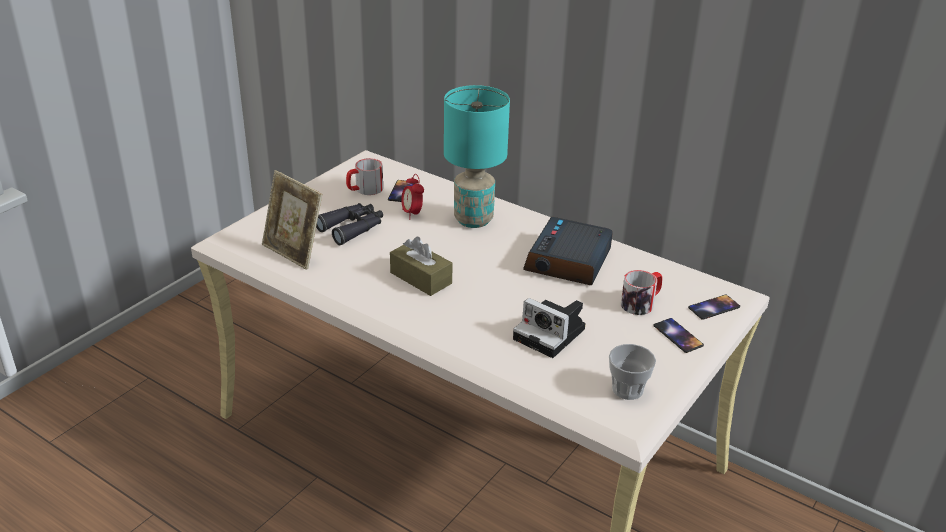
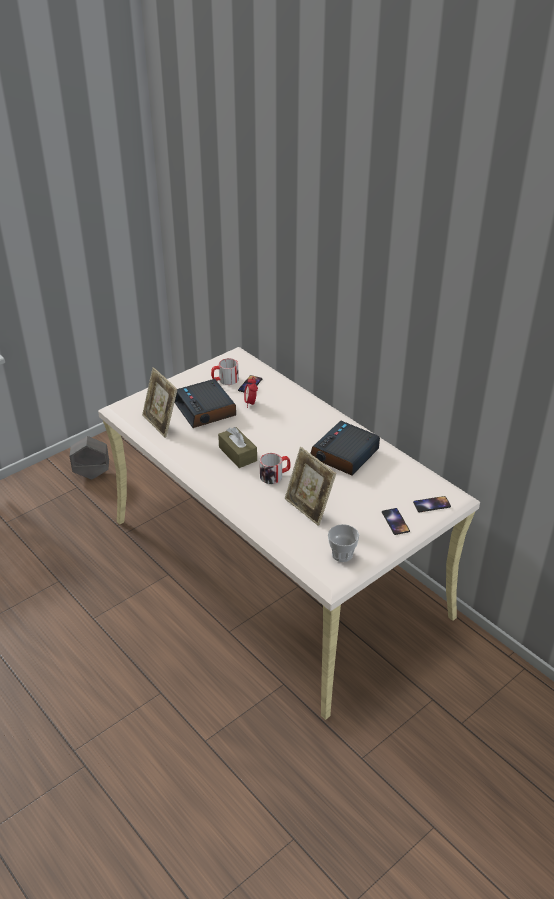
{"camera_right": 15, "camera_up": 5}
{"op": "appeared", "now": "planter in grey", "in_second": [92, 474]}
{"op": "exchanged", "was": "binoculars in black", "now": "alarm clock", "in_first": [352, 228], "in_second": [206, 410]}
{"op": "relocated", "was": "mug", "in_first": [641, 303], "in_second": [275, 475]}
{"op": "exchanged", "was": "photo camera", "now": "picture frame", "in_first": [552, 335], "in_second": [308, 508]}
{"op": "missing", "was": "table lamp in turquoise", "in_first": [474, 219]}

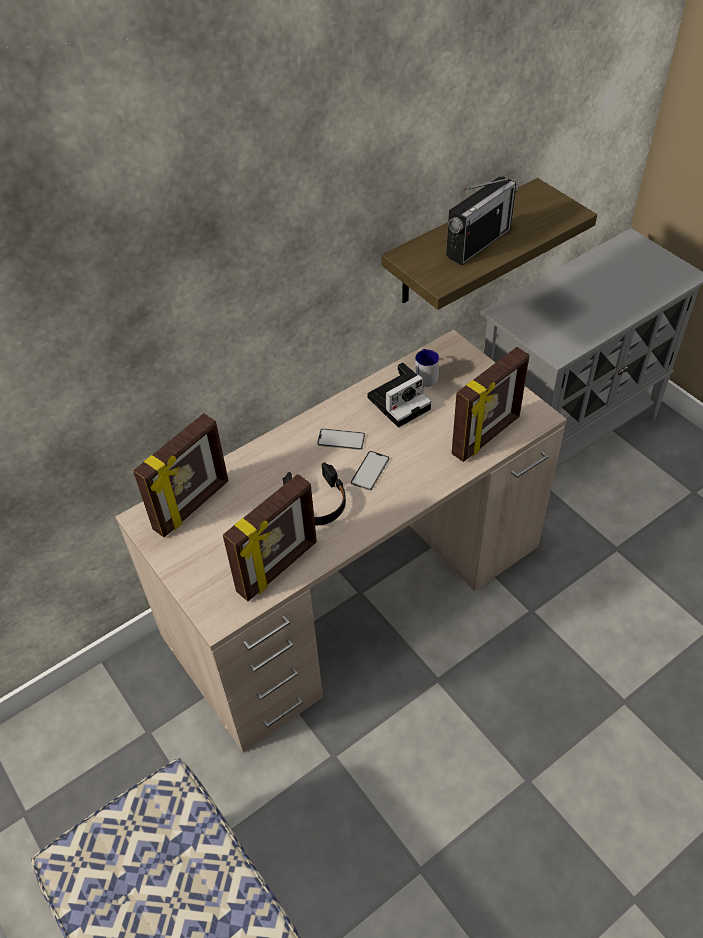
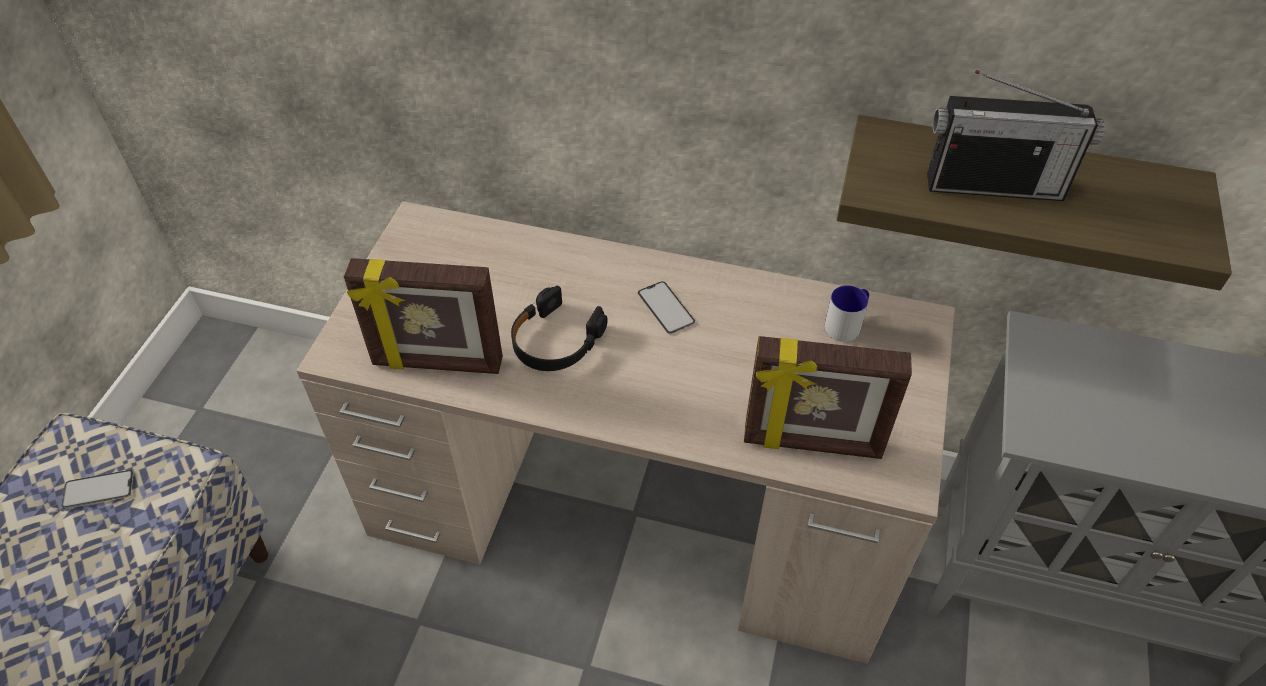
{"camera_right": 50, "camera_up": 0}
{"op": "relocated", "was": "phone", "in_first": [370, 471], "in_second": [98, 489]}
{"op": "missing", "was": "picture frame", "in_first": [192, 506]}
{"op": "missing", "was": "photo camera", "in_first": [400, 402]}

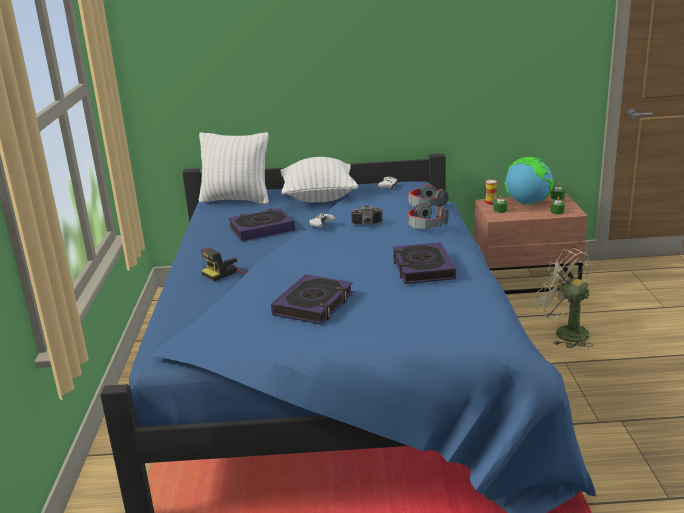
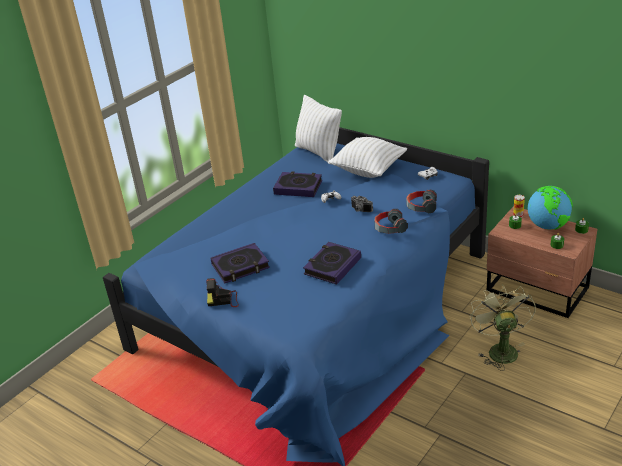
{"camera_right": 40, "camera_up": 10}
{"op": "relocated", "was": "photo camera", "in_first": [224, 272], "in_second": [224, 300]}

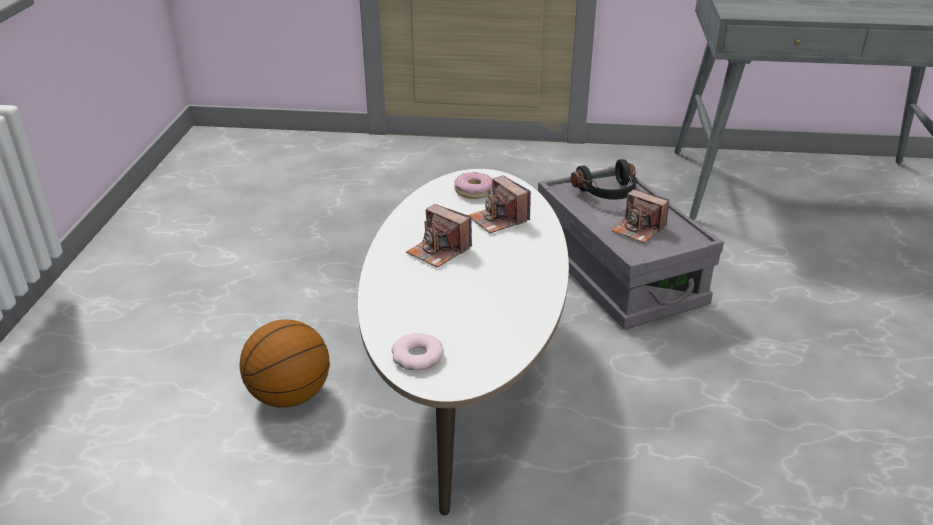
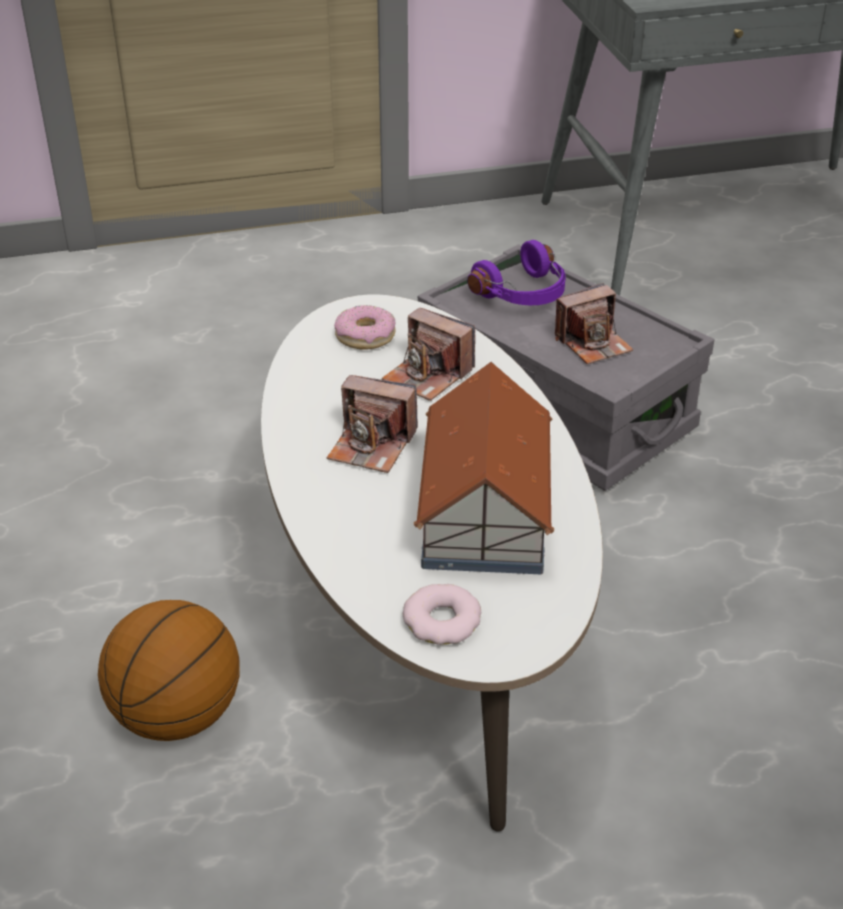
{"camera_right": -20, "camera_up": 5}
{"op": "appeared", "now": "toy house", "in_second": [486, 509]}
{"op": "colour", "was": "headphones in black", "now": "headphones in purple", "in_first": [608, 193], "in_second": [524, 294]}
{"op": "spun", "was": "photo camera", "in_first": [638, 229], "in_second": [593, 343], "clockwise": -45}

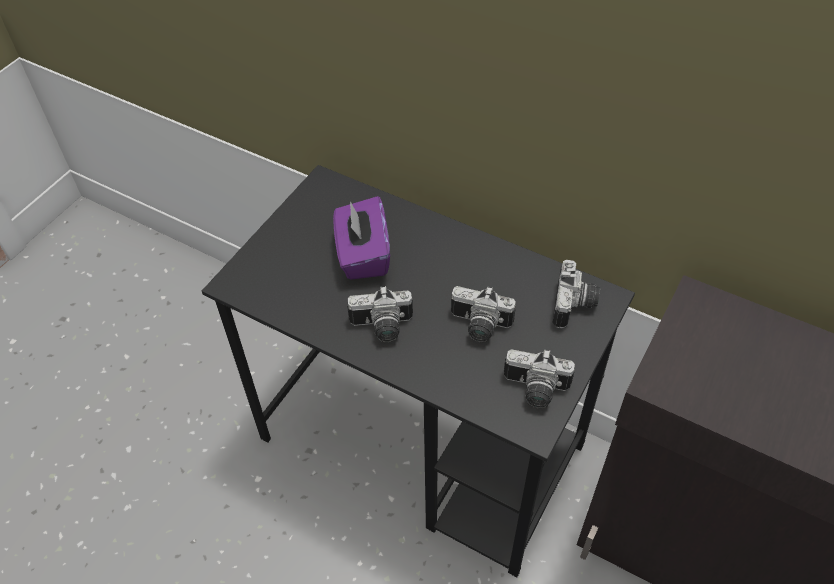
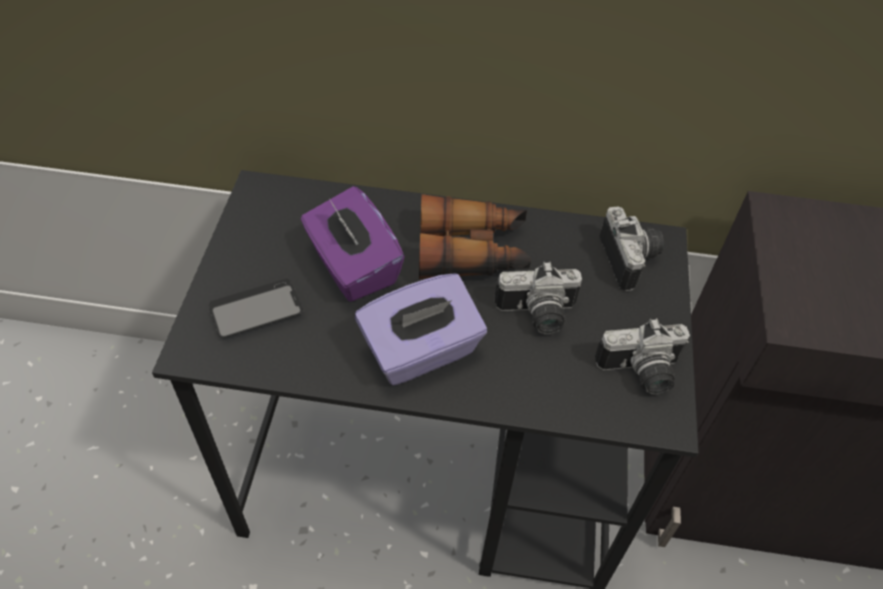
{"camera_right": -25, "camera_up": 0}
{"op": "appeared", "now": "phone", "in_second": [256, 310]}
{"op": "exchanged", "was": "photo camera", "now": "tissue box in purple", "in_first": [382, 328], "in_second": [421, 352]}
{"op": "appeared", "now": "binoculars", "in_second": [472, 251]}

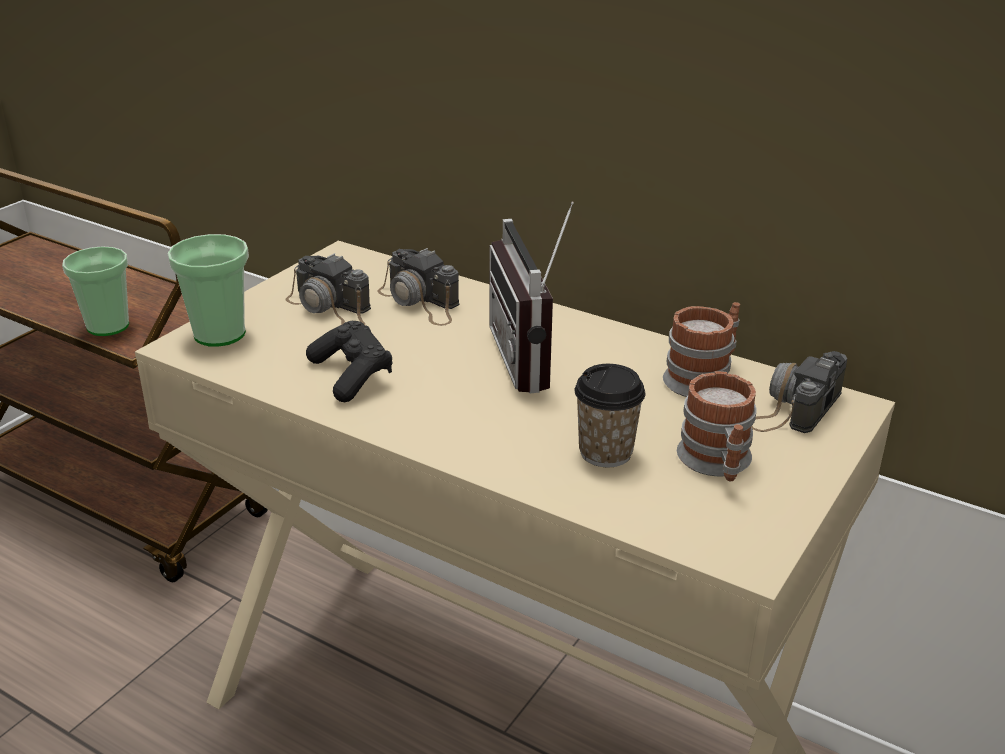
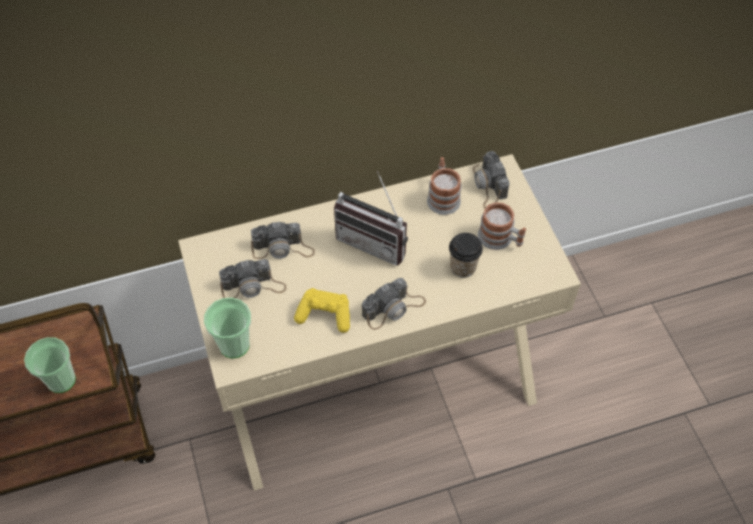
{"camera_right": -50, "camera_up": 25}
{"op": "colour", "was": "game controller in black", "now": "game controller in yellow", "in_first": [351, 375], "in_second": [325, 315]}
{"op": "appeared", "now": "photo camera", "in_second": [393, 308]}

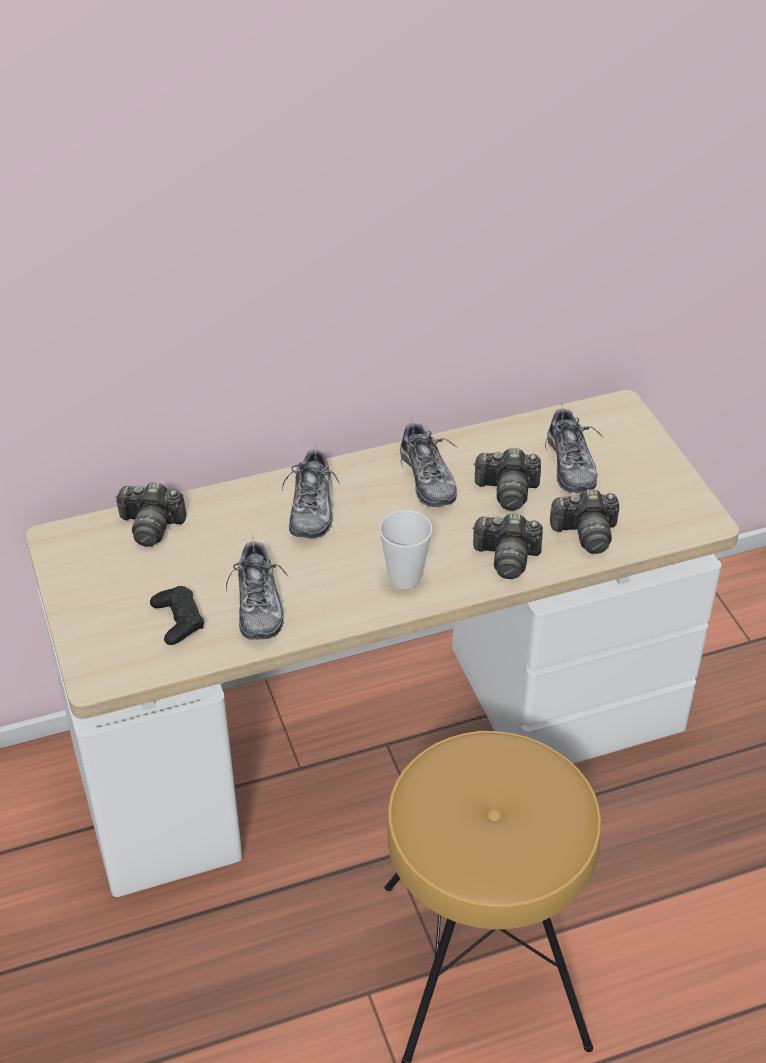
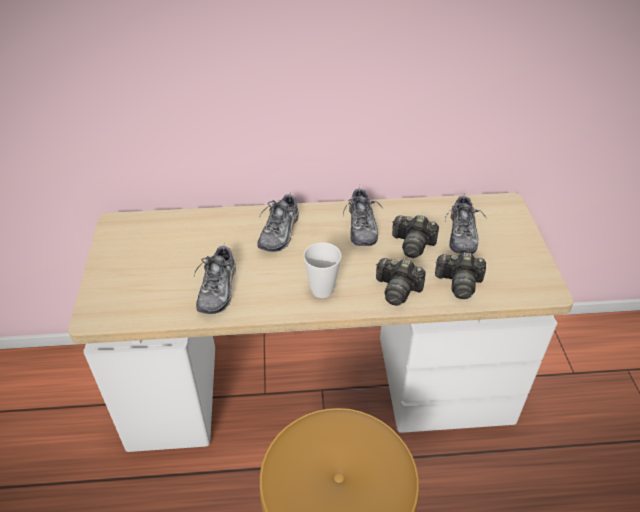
{"camera_right": 15, "camera_up": 0}
{"op": "missing", "was": "photo camera", "in_first": [151, 526]}
{"op": "missing", "was": "game controller in black", "in_first": [178, 620]}

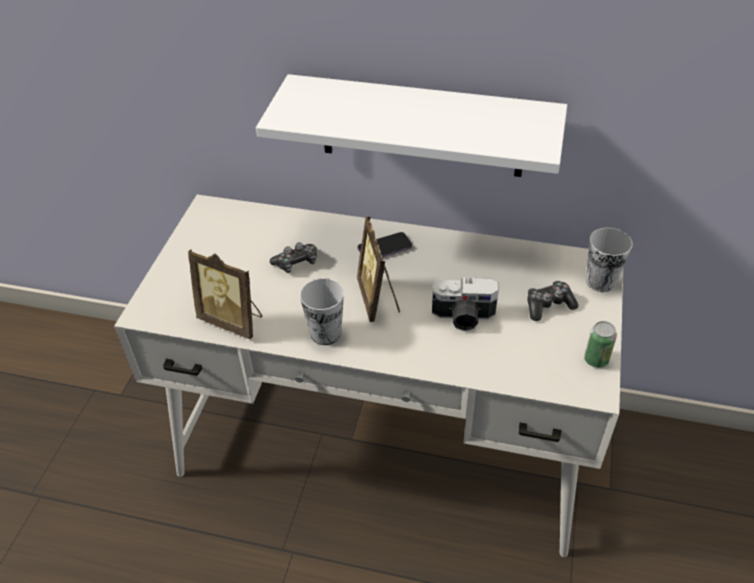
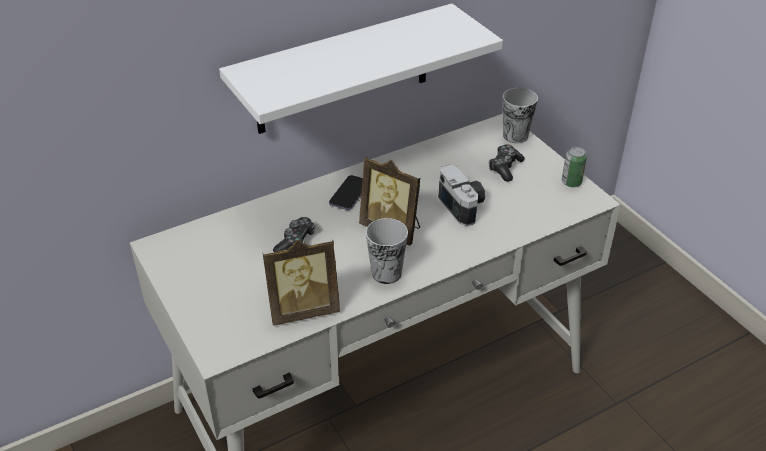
{"camera_right": -45, "camera_up": -5}
{"op": "spun", "was": "photo camera", "in_first": [463, 317], "in_second": [463, 206], "clockwise": -75}

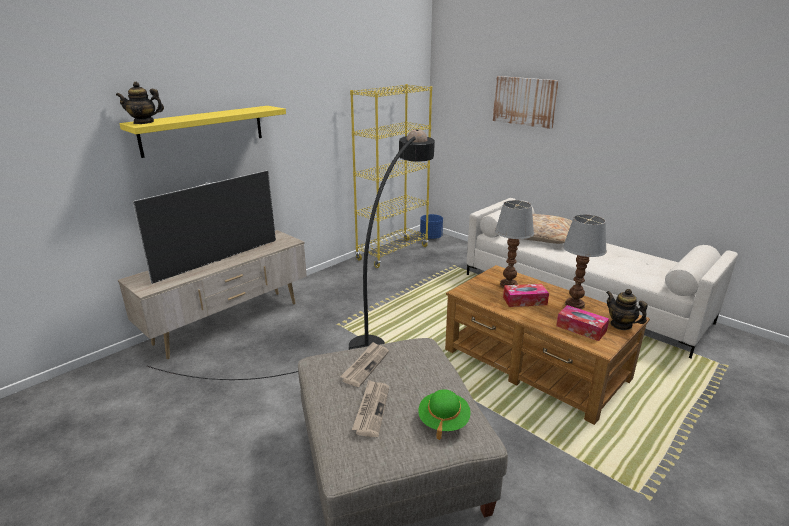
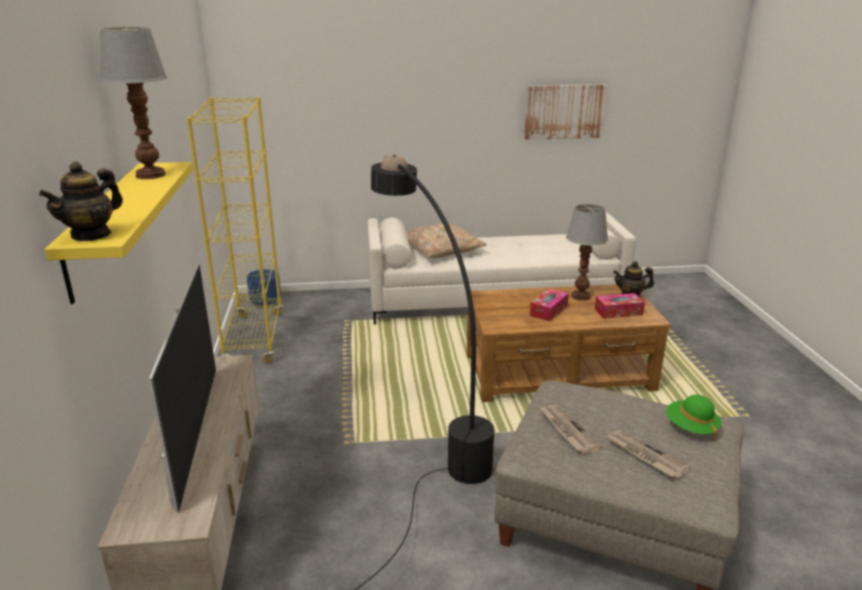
{"camera_right": -50, "camera_up": 0}
{"op": "relocated", "was": "table lamp", "in_first": [508, 284], "in_second": [150, 175]}
{"op": "relocated", "was": "picture", "in_first": [524, 101], "in_second": [564, 111]}

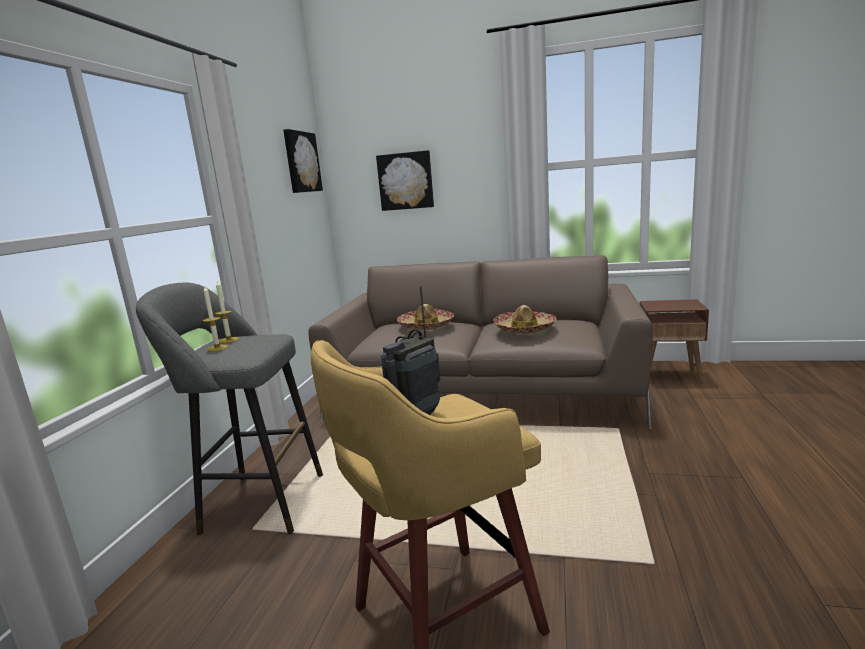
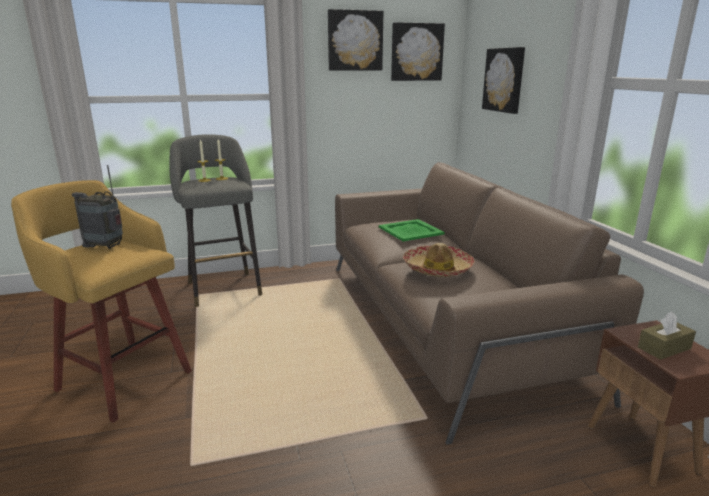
{"camera_right": 60, "camera_up": 5}
{"op": "appeared", "now": "picture", "in_second": [354, 41]}
{"op": "exchanged", "was": "hat", "now": "tray in green", "in_first": [426, 326], "in_second": [411, 230]}
{"op": "appeared", "now": "tissue box in brown", "in_second": [664, 348]}

